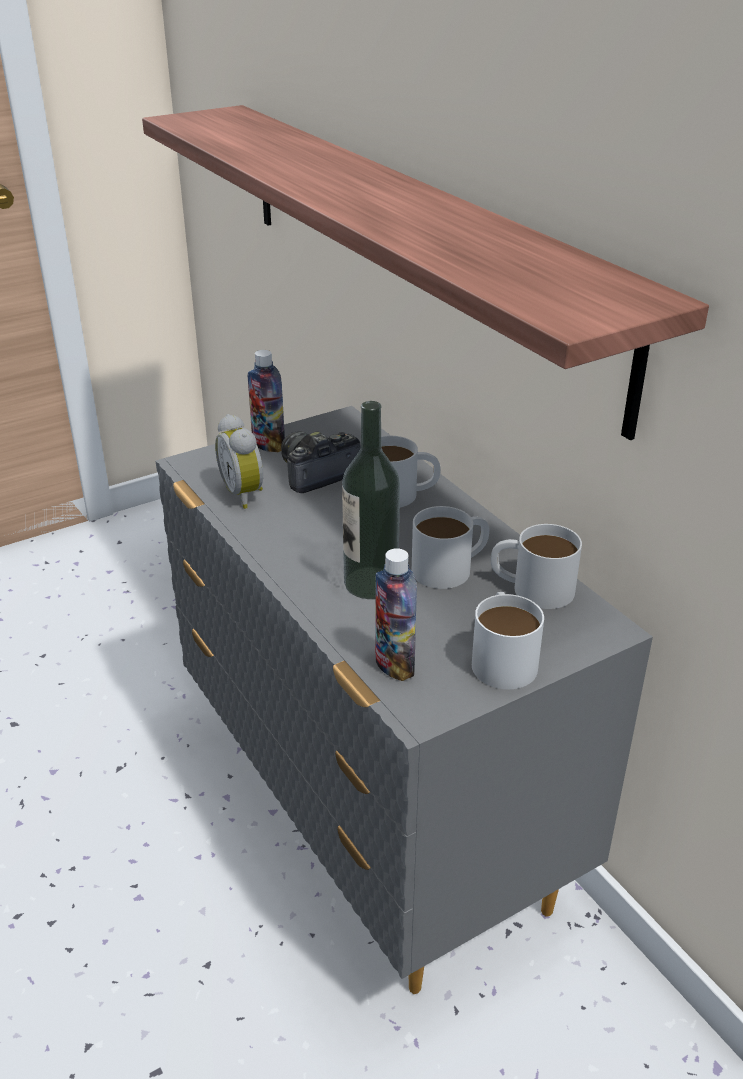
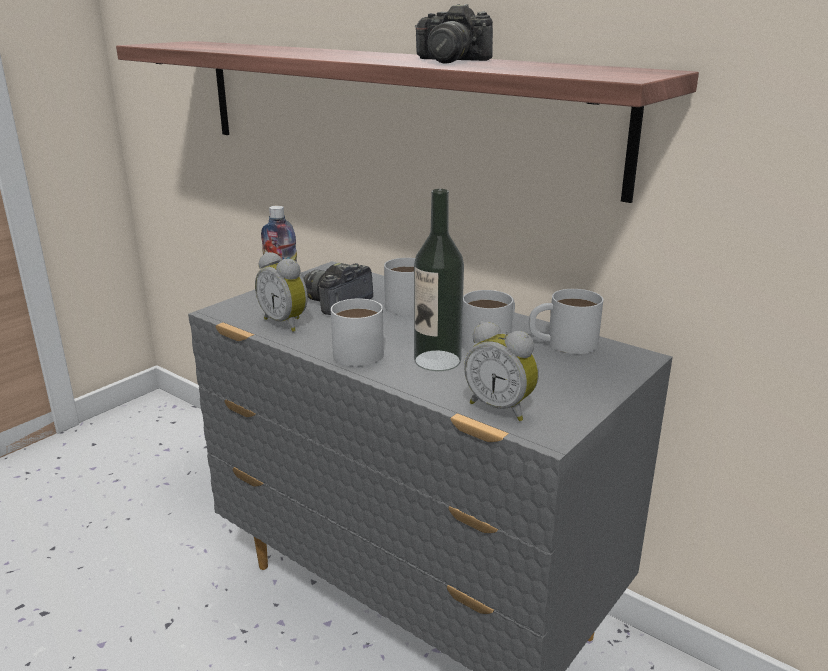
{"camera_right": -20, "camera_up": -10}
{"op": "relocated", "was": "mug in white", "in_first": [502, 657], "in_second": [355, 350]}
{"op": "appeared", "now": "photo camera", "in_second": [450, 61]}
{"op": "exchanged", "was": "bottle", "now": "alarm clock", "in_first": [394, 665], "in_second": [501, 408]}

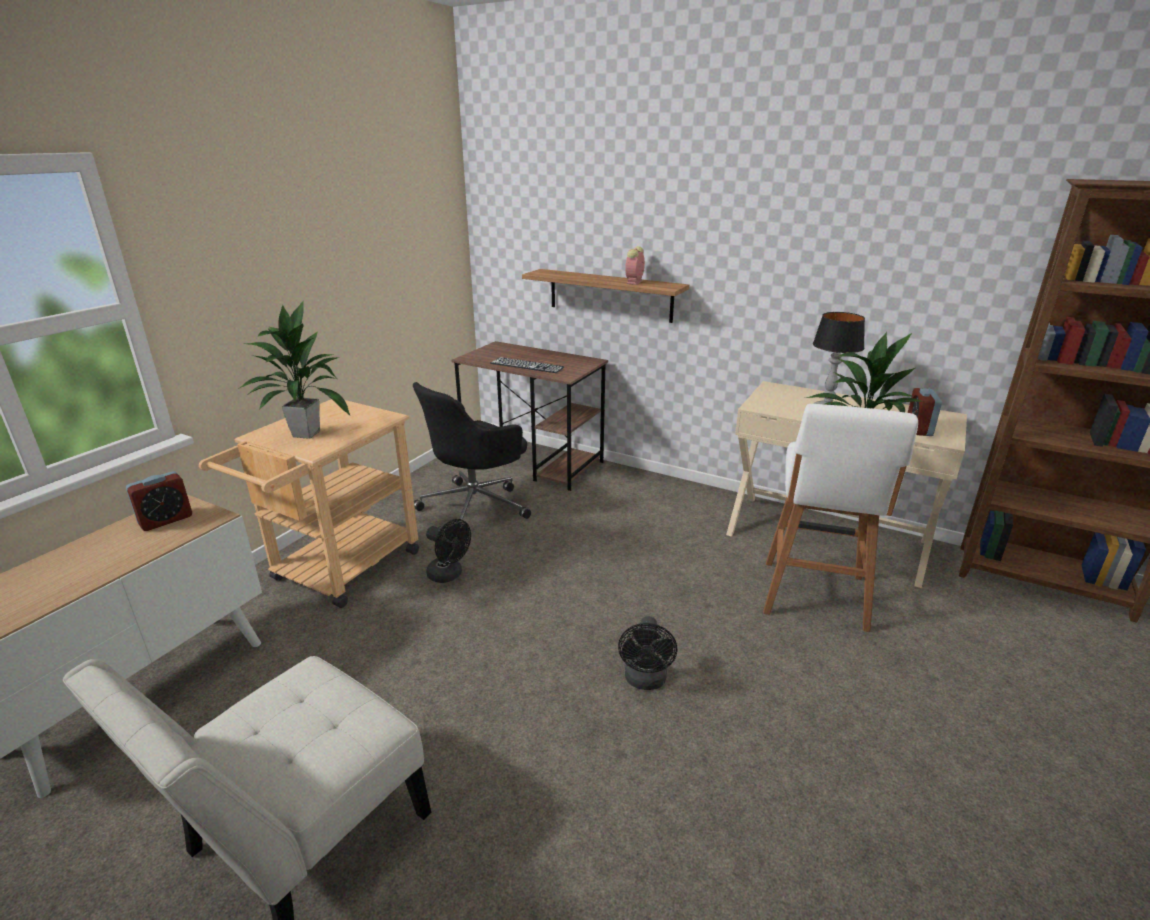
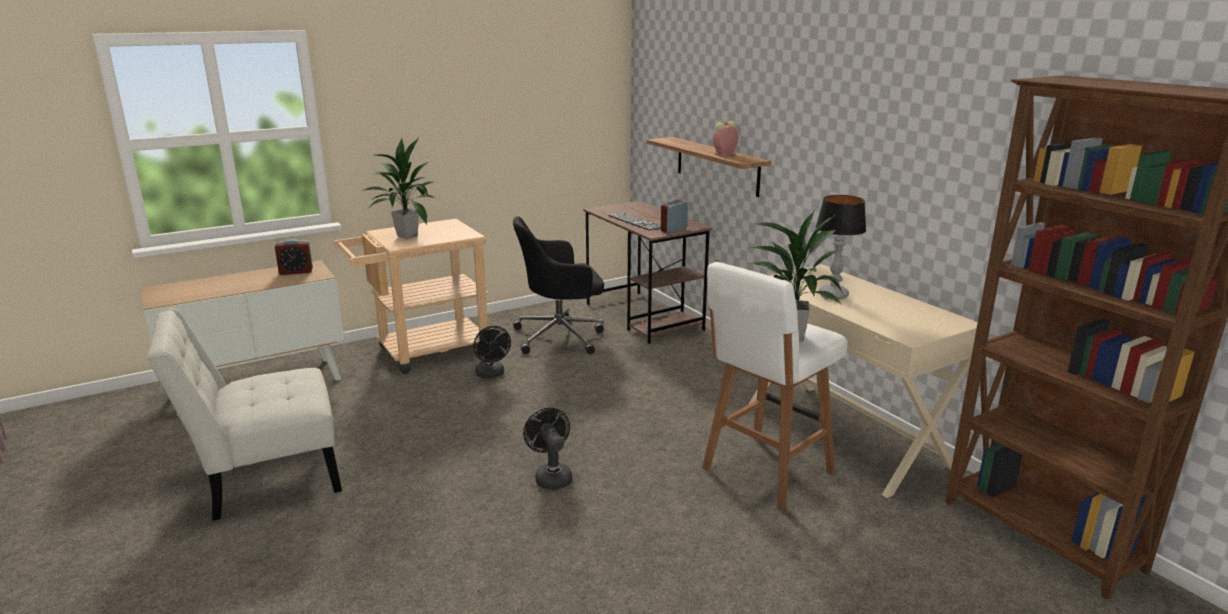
{"camera_right": 30, "camera_up": -5}
{"op": "spun", "was": "fan in black", "in_first": [645, 681], "in_second": [551, 476], "clockwise": 120}
{"op": "relocated", "was": "alarm clock", "in_first": [918, 429], "in_second": [673, 230]}

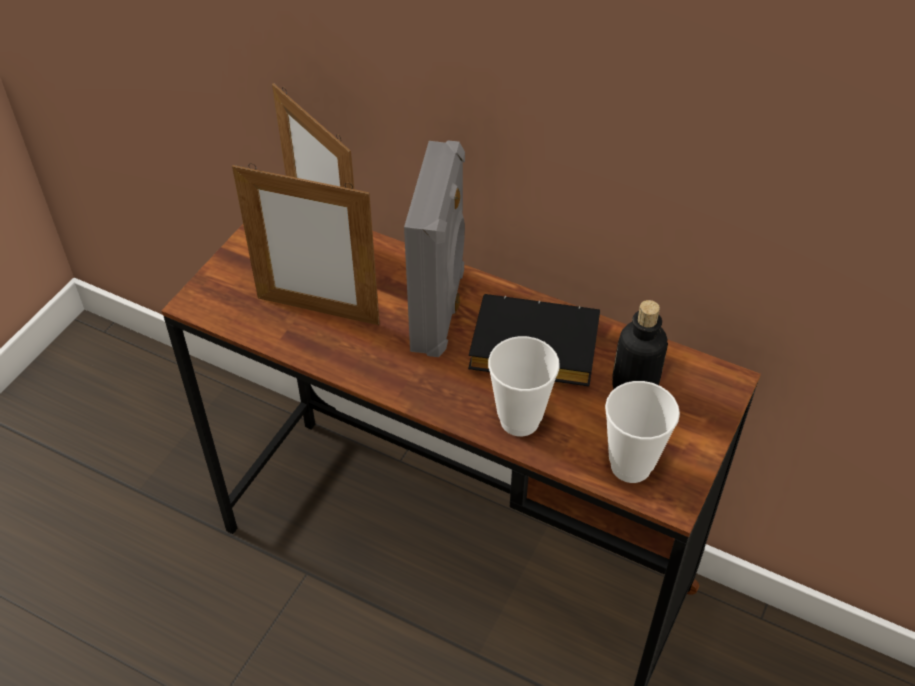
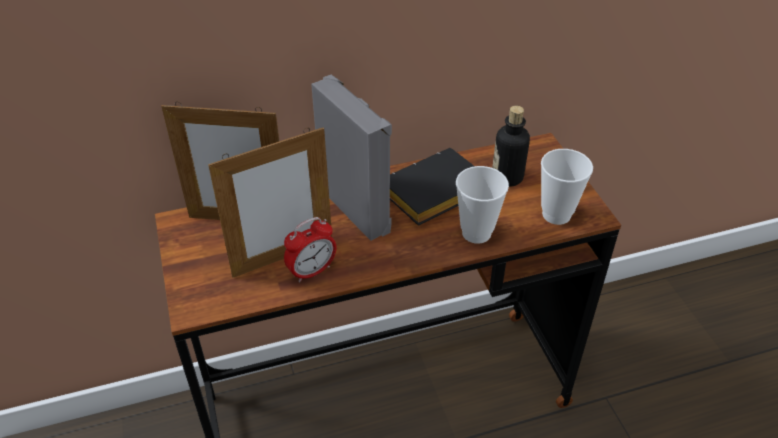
{"camera_right": -45, "camera_up": -5}
{"op": "appeared", "now": "alarm clock", "in_second": [312, 271]}

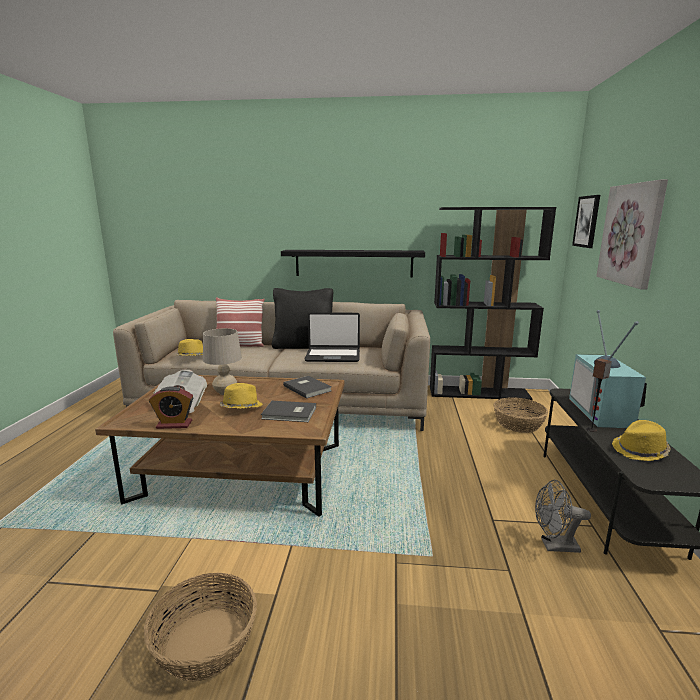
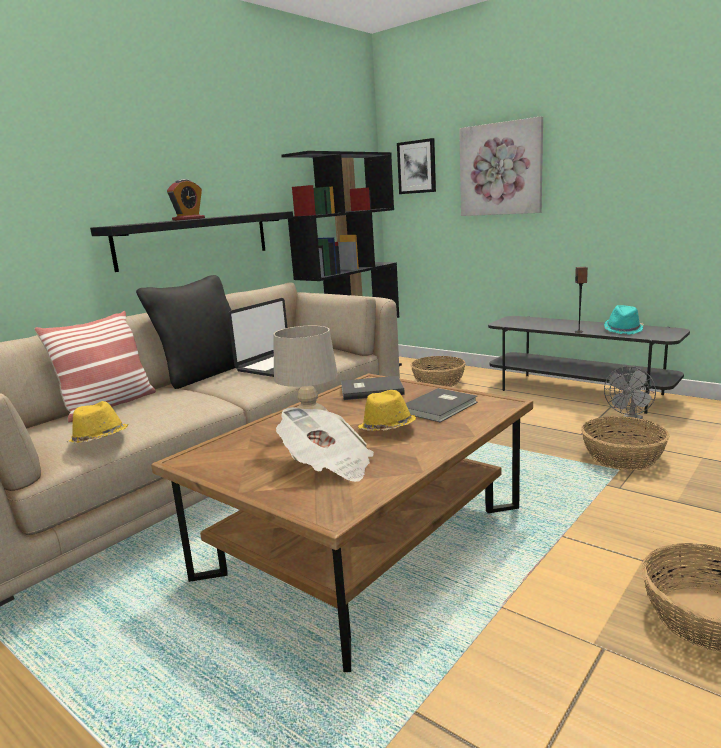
{"camera_right": -55, "camera_up": 0}
{"op": "relocated", "was": "alarm clock", "in_first": [174, 424], "in_second": [188, 219]}
{"op": "appeared", "now": "basket", "in_second": [623, 457]}
{"op": "colour", "was": "hat in yellow", "now": "hat in turquoise", "in_first": [640, 451], "in_second": [623, 330]}
{"op": "missing", "was": "television", "in_first": [604, 413]}

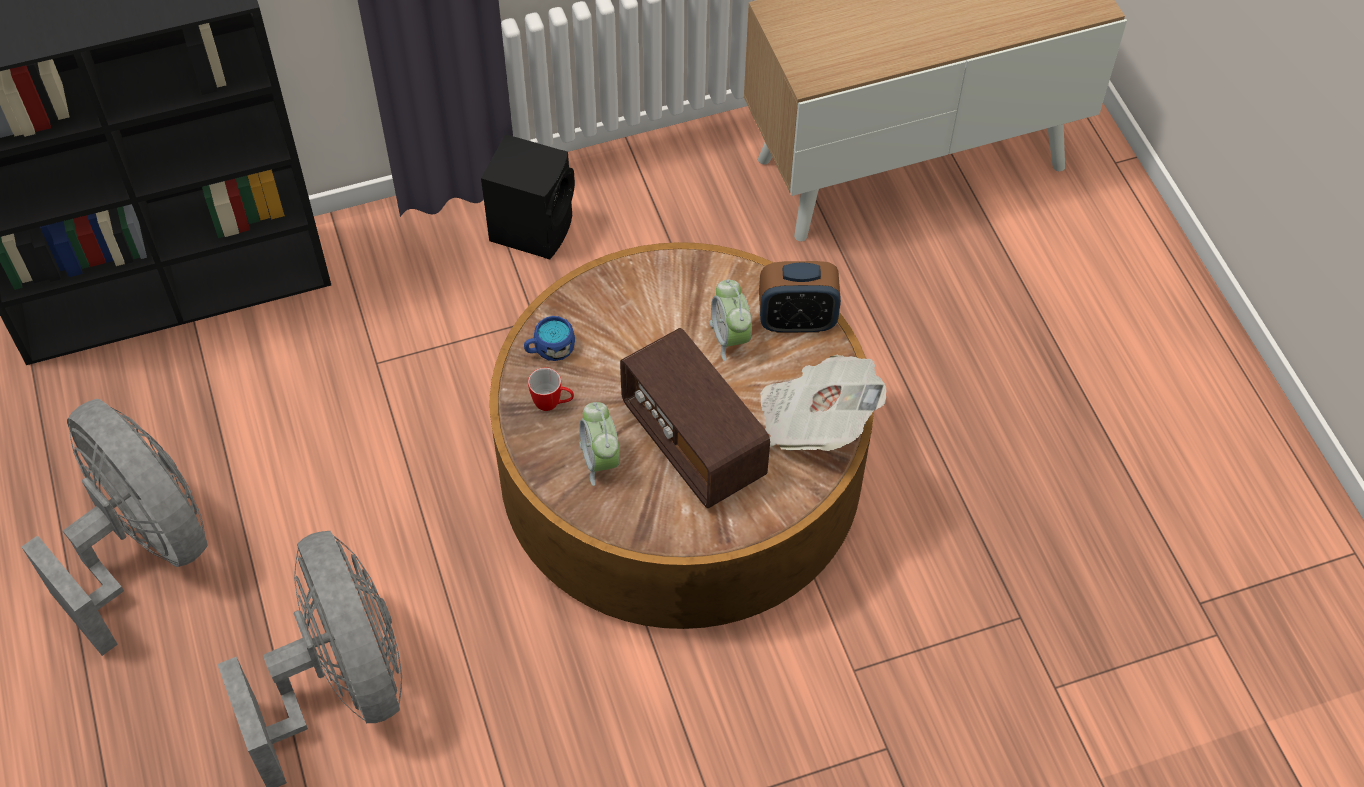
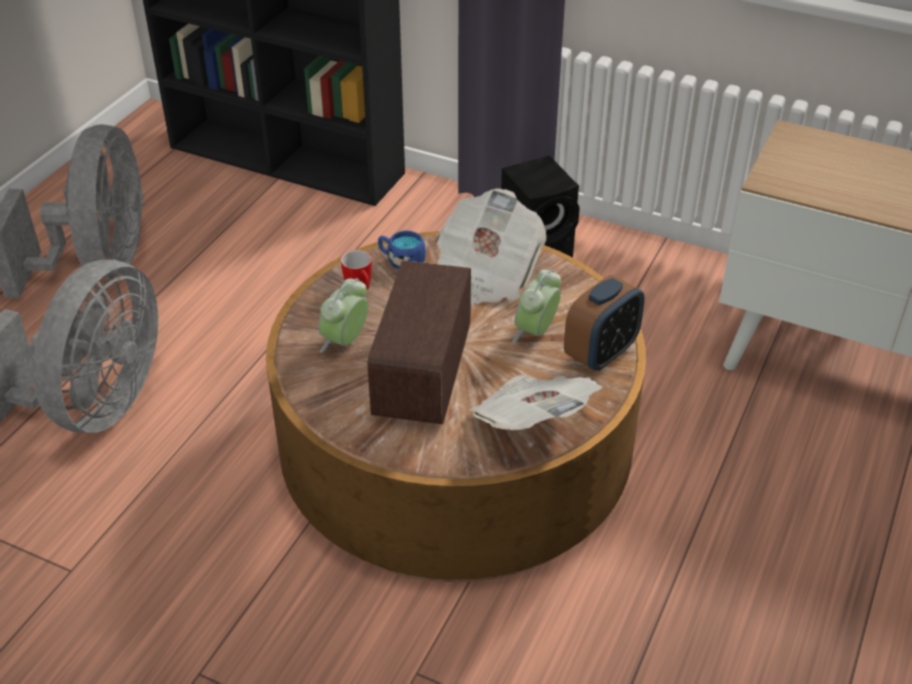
{"camera_right": 45, "camera_up": -15}
{"op": "appeared", "now": "newspaper", "in_second": [486, 274]}
{"op": "spun", "was": "alarm clock", "in_first": [796, 321], "in_second": [601, 353], "clockwise": -90}

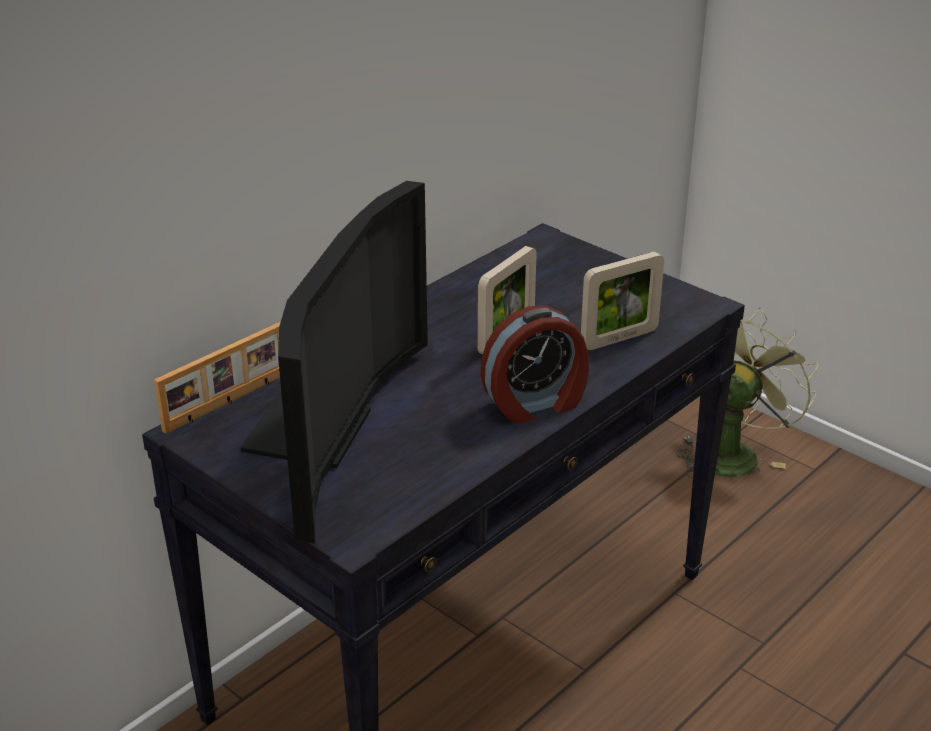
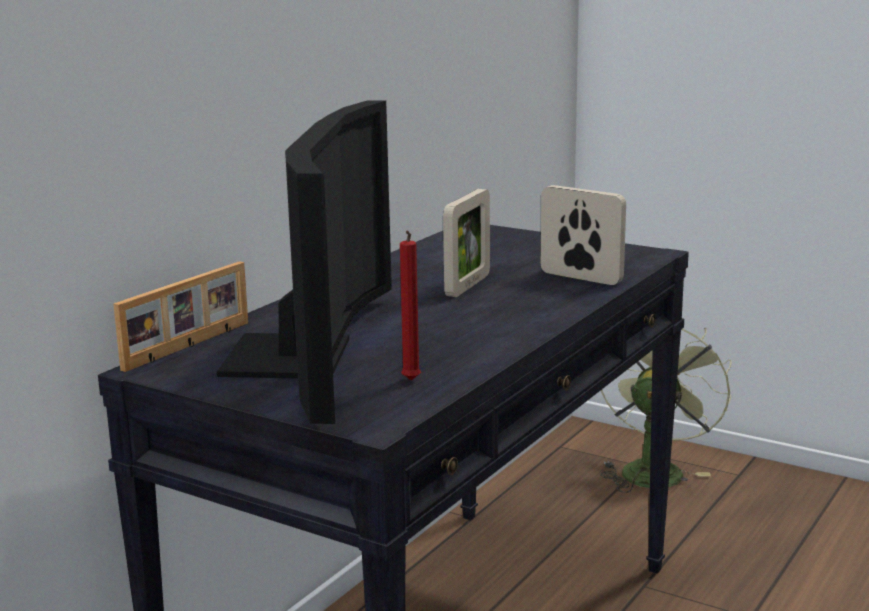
{"camera_right": -10, "camera_up": -15}
{"op": "appeared", "now": "candle in red", "in_second": [410, 381]}
{"op": "spun", "was": "picture frame", "in_first": [619, 338], "in_second": [581, 278], "clockwise": -105}
{"op": "missing", "was": "alarm clock", "in_first": [535, 404]}

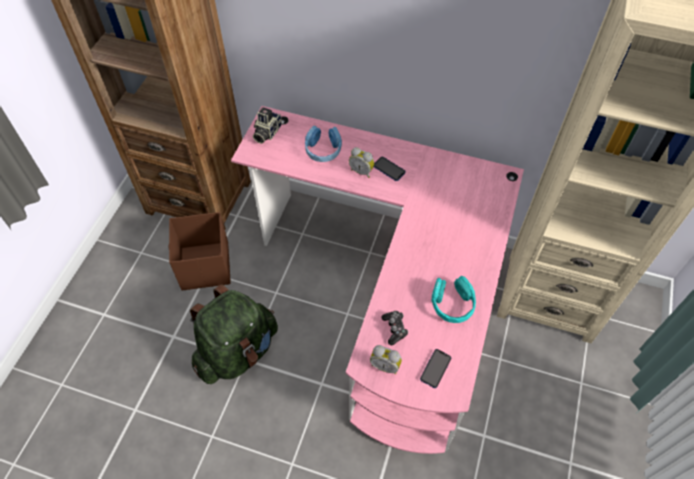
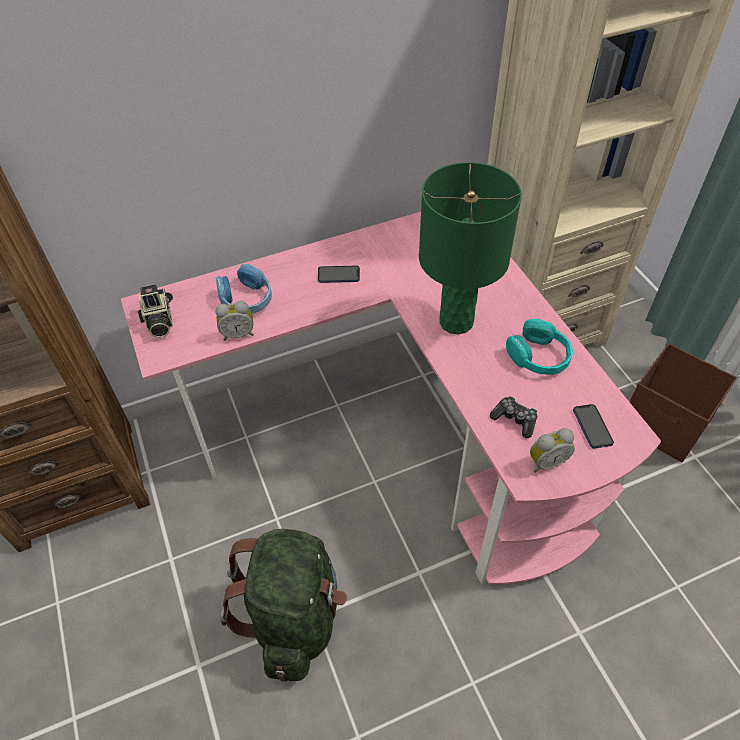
{"camera_right": -40, "camera_up": -5}
{"op": "relocated", "was": "alarm clock", "in_first": [362, 171], "in_second": [238, 334]}
{"op": "appeared", "now": "table lamp in green", "in_second": [456, 322]}
{"op": "relocated", "was": "storage box in brown", "in_first": [205, 267], "in_second": [664, 425]}

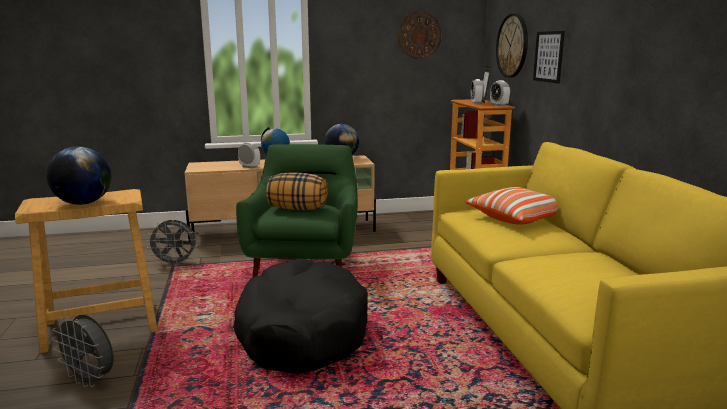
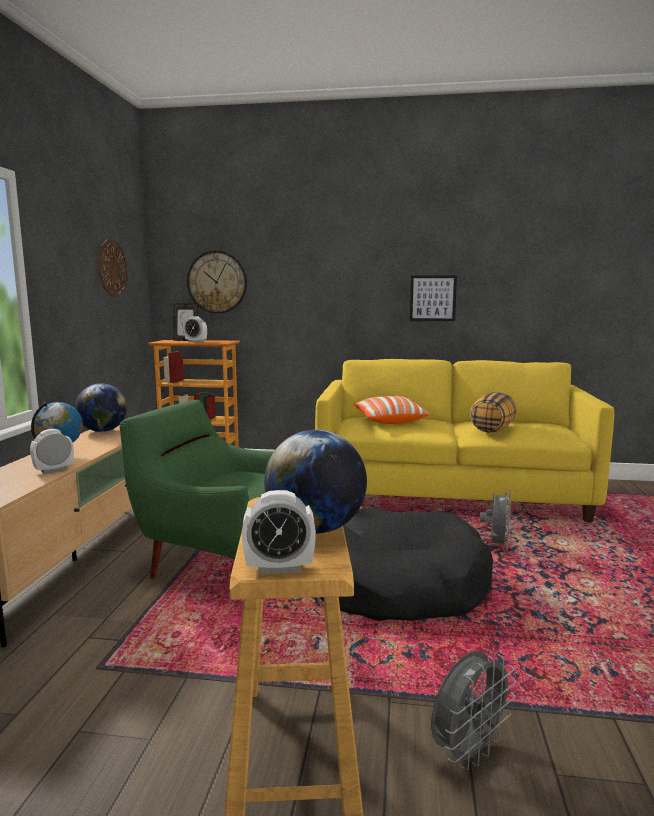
{"camera_right": -70, "camera_up": -5}
{"op": "relocated", "was": "alarm clock", "in_first": [499, 105], "in_second": [279, 568]}
{"op": "relocated", "was": "picture", "in_first": [548, 56], "in_second": [432, 298]}
{"op": "relocated", "was": "pillow", "in_first": [298, 209], "in_second": [492, 430]}
{"op": "relocated", "was": "fan in grey", "in_first": [175, 263], "in_second": [496, 547]}

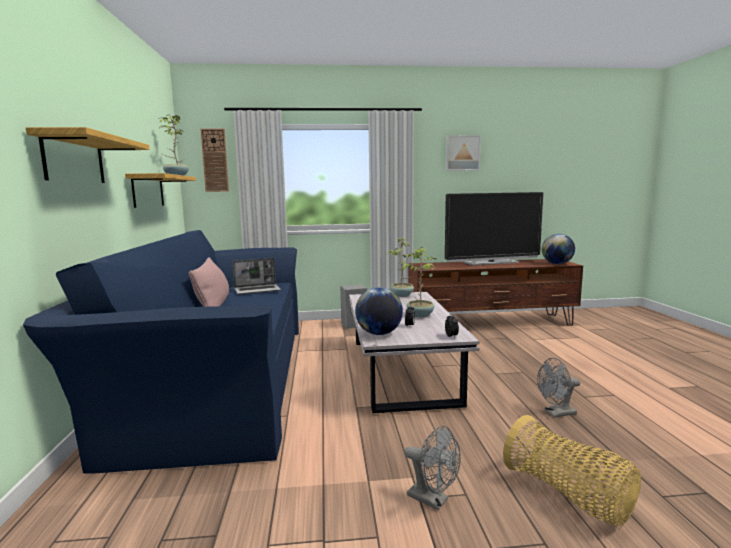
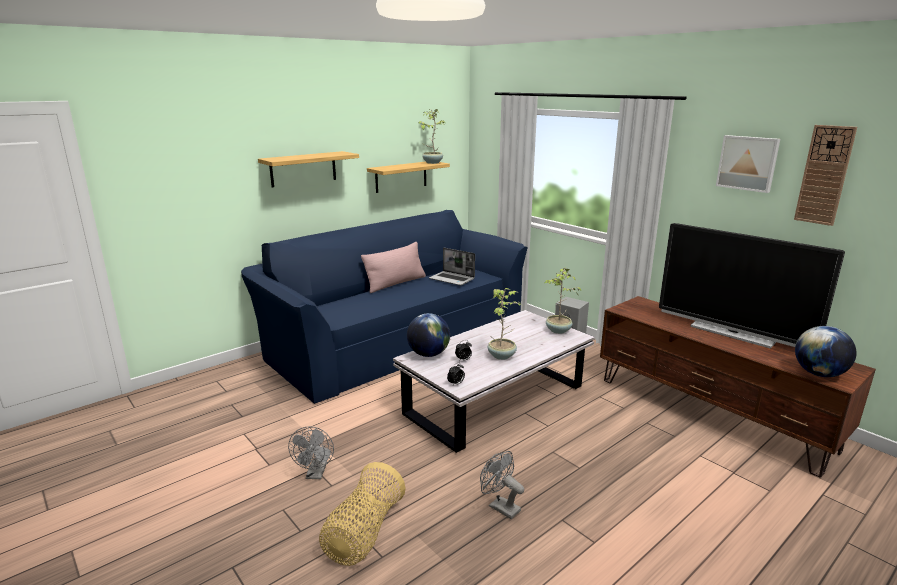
{"camera_right": 55, "camera_up": 10}
{"op": "relocated", "was": "wall clock", "in_first": [215, 160], "in_second": [824, 175]}

